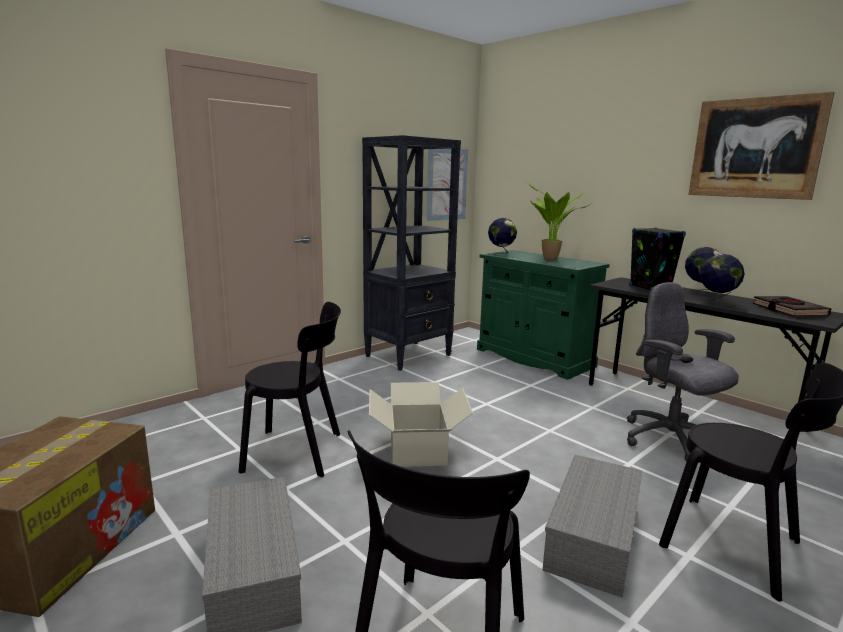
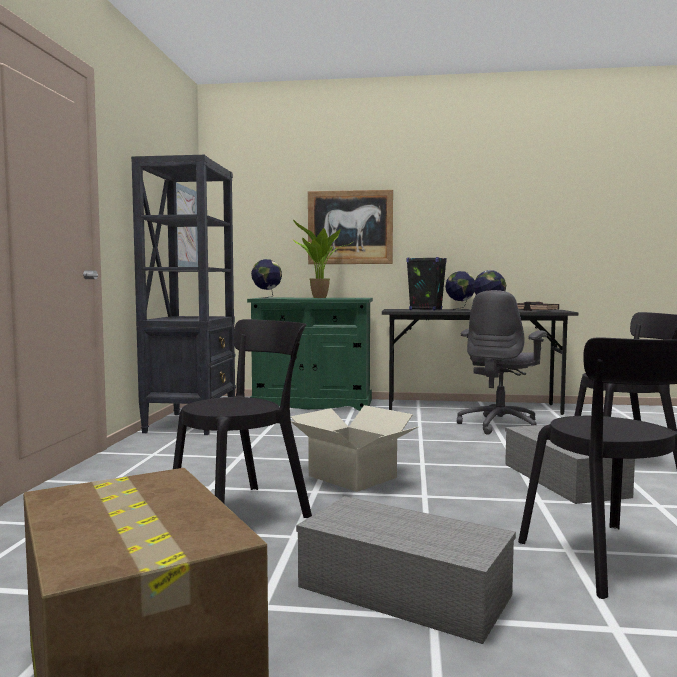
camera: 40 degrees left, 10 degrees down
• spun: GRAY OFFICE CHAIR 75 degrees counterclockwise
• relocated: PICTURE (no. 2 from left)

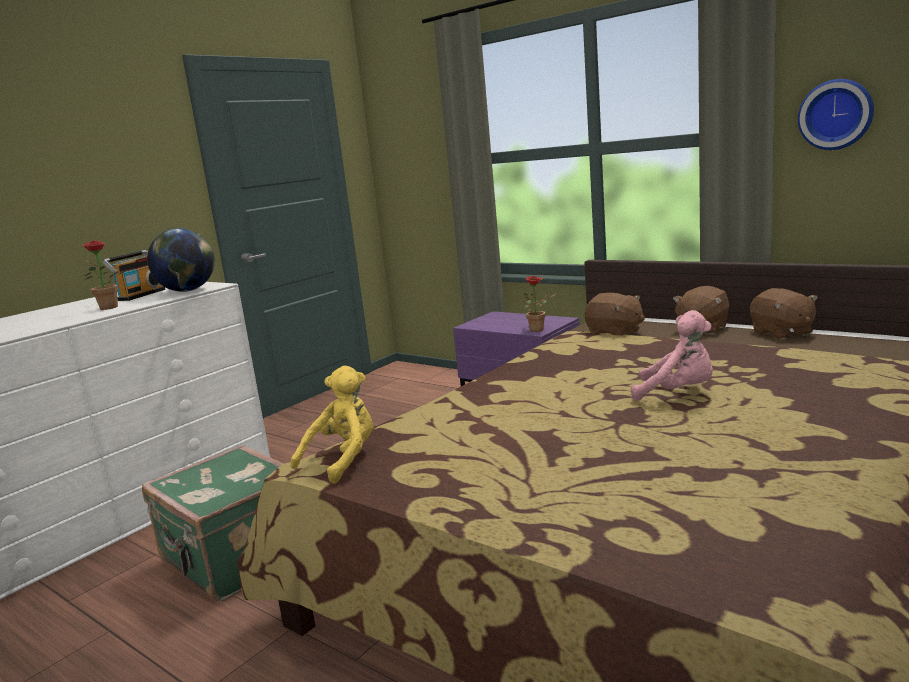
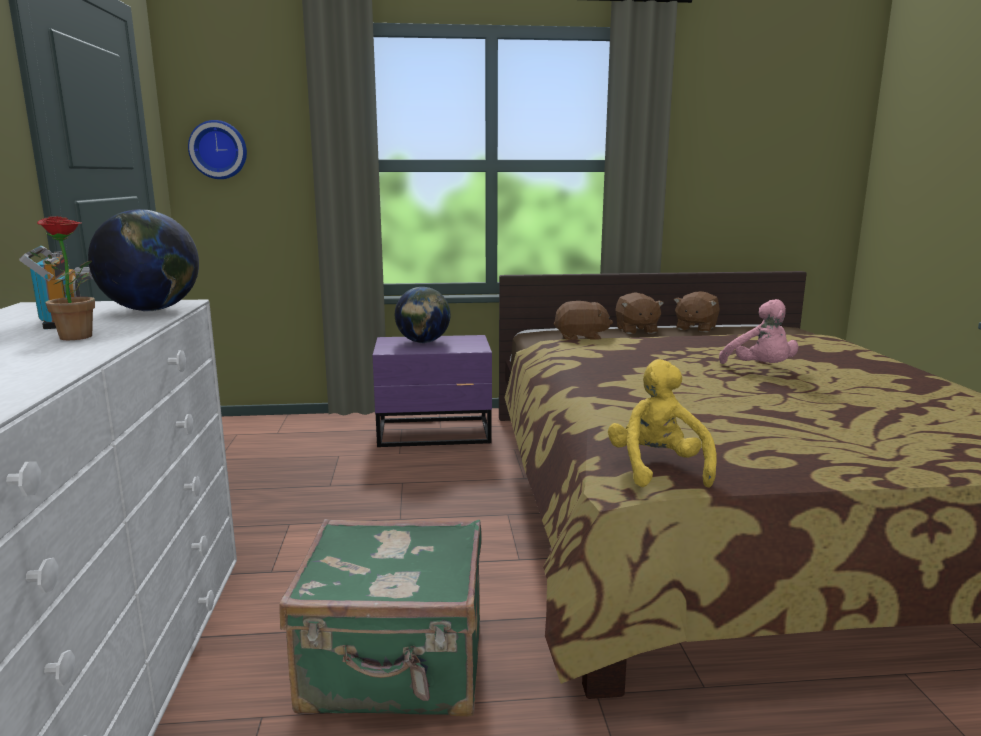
camera: 45 degrees left, 0 degrees up
• missing: HOUSEPLANT (no. 2 from left)
• spun: PINKISH CUDDLY TOY 90 degrees clockwise
• spun: BROWN-COLOURED CUDDLY TOY (no. 3 from left) 90 degrees clockwise
• relocated: HANGING CLOCK
• appeared: WORLD GLOBE (no. 2 from left)

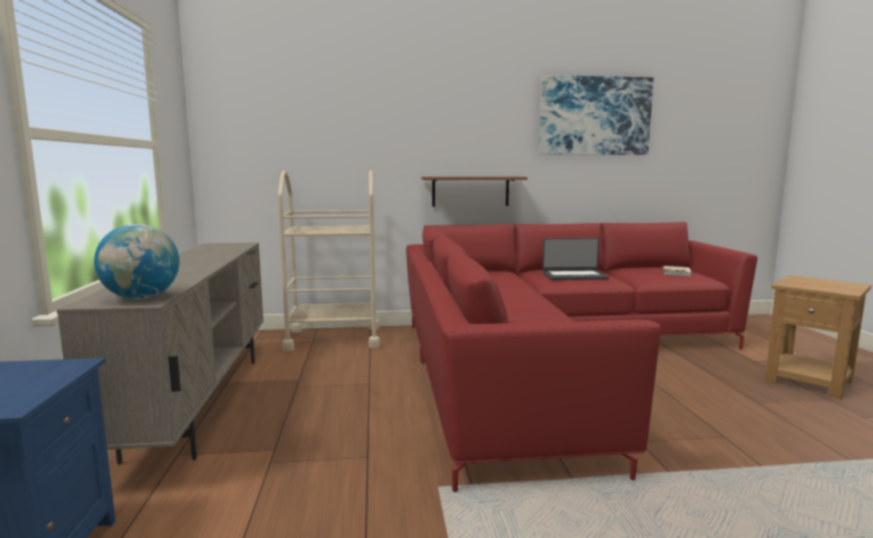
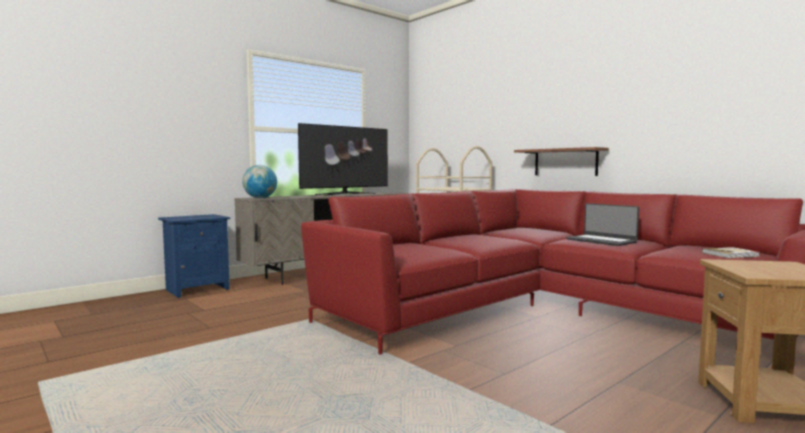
camera: 55 degrees right, 5 degrees down
• missing: PICTURE
• appeared: TELEVISION

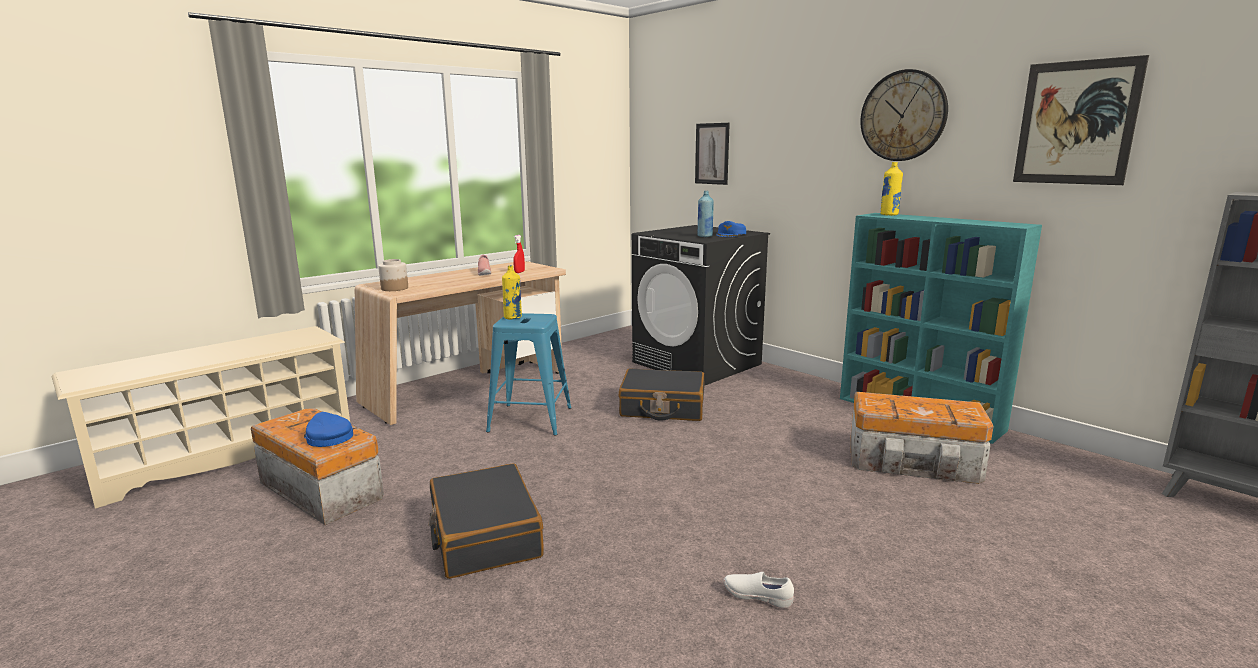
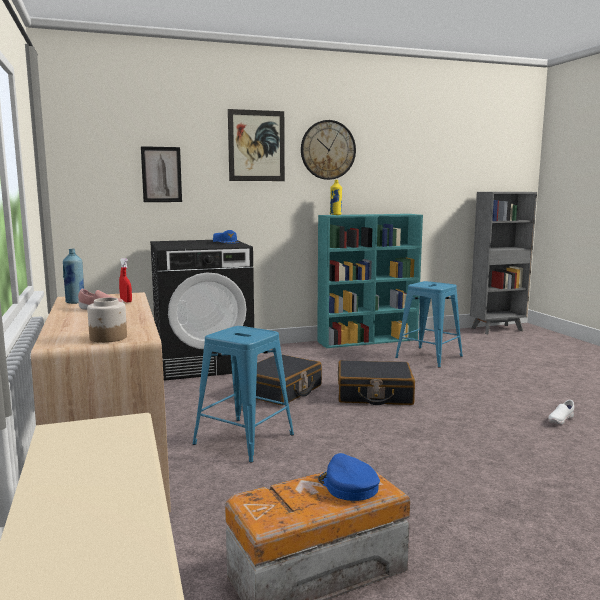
camera: 65 degrees left, 5 degrees down
• spun: BLUE CAP (no. 1 from left in the first image) 75 degrees clockwise
• relocated: BLACK-COLOURED TRAVEL CASE (no. 1 from left in the first image) to BLACK-COLOURED TRAVEL CASE (no. 2 from left)
• missing: YELLOW-COLOURED BEVERAGE BOTTLE (no. 1 from left)
• relocated: BLUE BEVERAGE BOTTLE
• exchanged: STORAGE BOX (no. 2 from left) to BLUE SITTING STOOL (no. 2 from left)
• relocated: PICTURE (no. 2 from left)

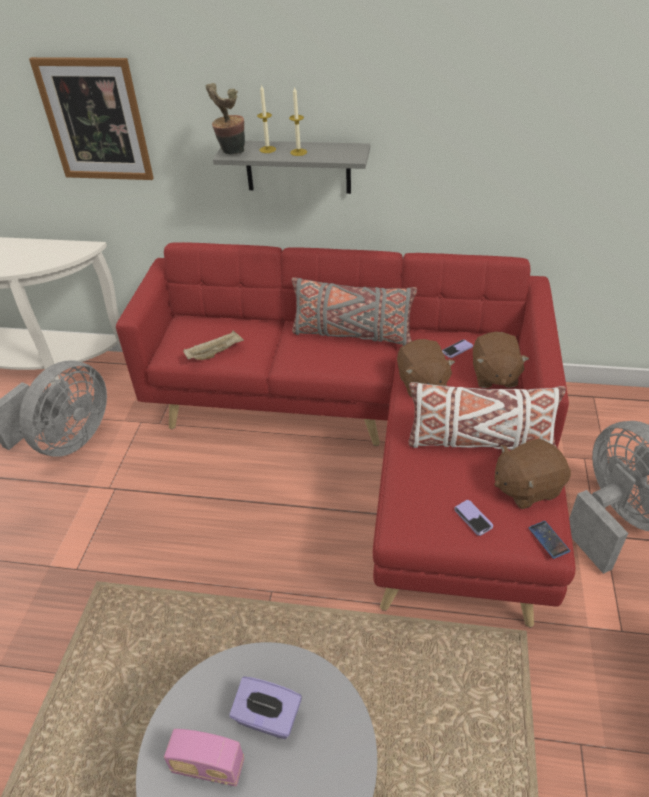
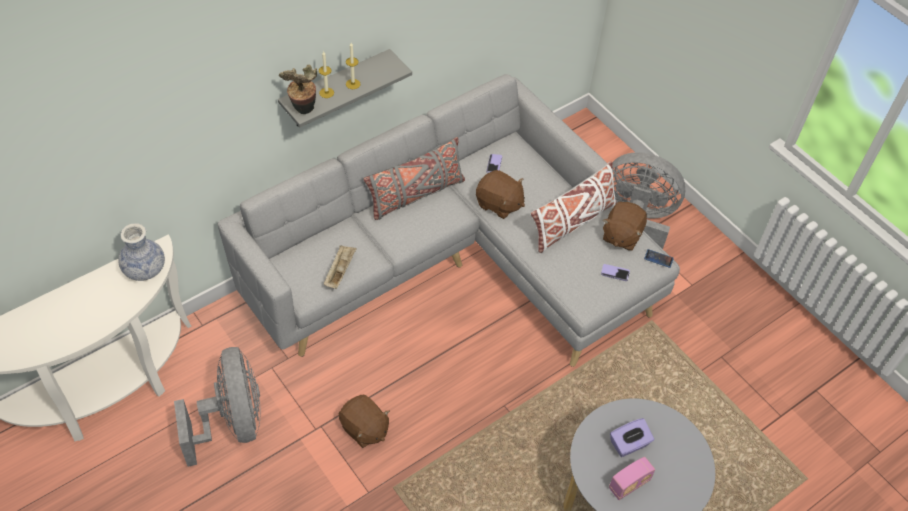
camera: 50 degrees left, 10 degrees up
• missing: PICTURE
• colour: REDDISH COUCH to GRAY COUCH
• relocated: BROWN-COLOURED CUDDLY TOY (no. 2 from left in the first image) to BROWN-COLOURED CUDDLY TOY (no. 1 from left)
• appeared: DECORATIVE VASE

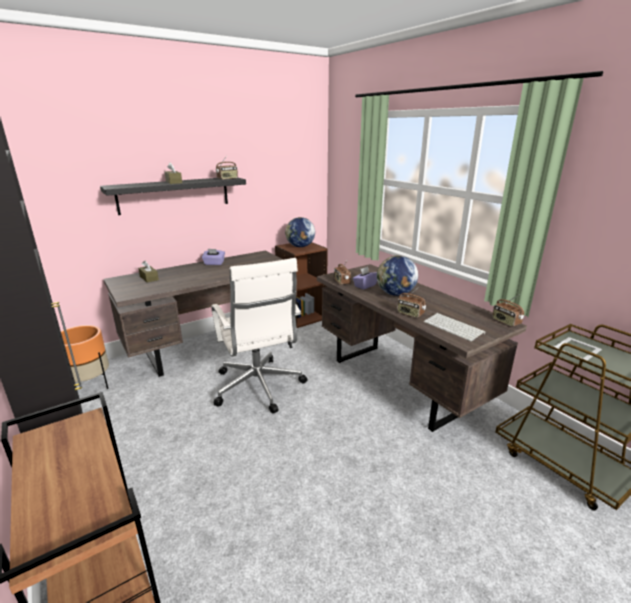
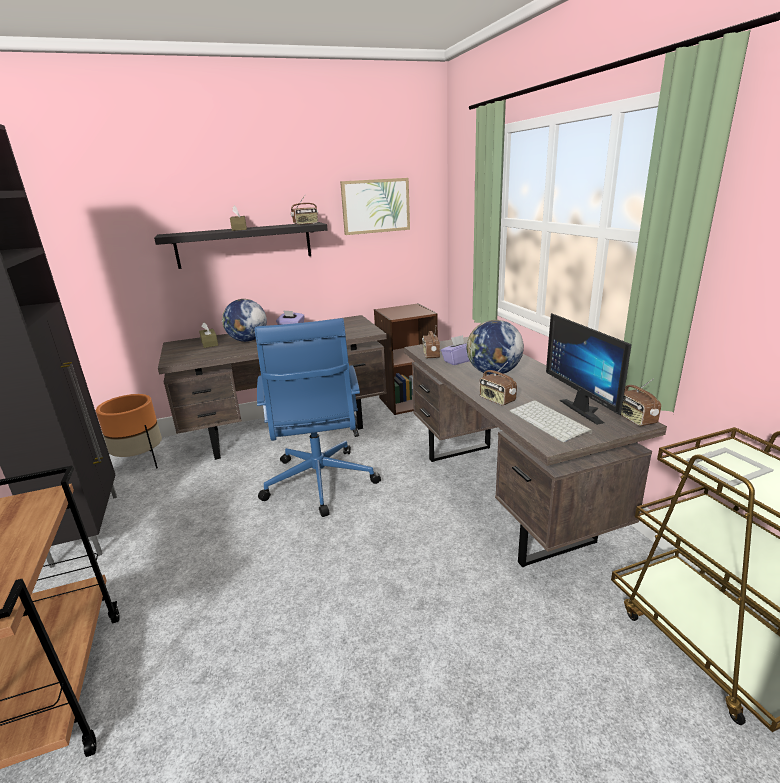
camera: 15 degrees right, 0 degrees up
• colour: WHITISH OFFICE CHAIR to BLUE OFFICE CHAIR
• relocated: WORLD GLOBE (no. 1 from left)
• appeared: PICTURE
• appeared: MONITOR

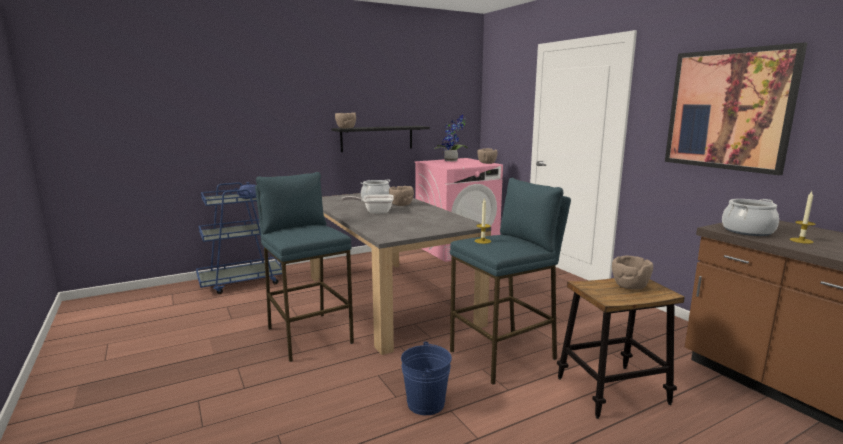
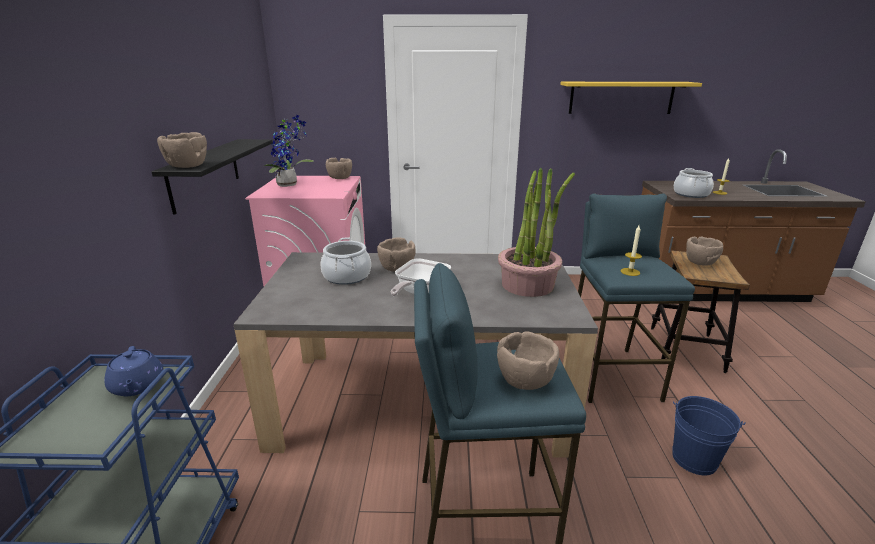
camera: 60 degrees left, 10 degrees up
• exchanged: PICTURE to YELLOW-COLOURED WALL SHELF
• appeared: BROWN-COLOURED BOWL (no. 4 from left)
• appeared: HOUSEPLANT (no. 2 from left)

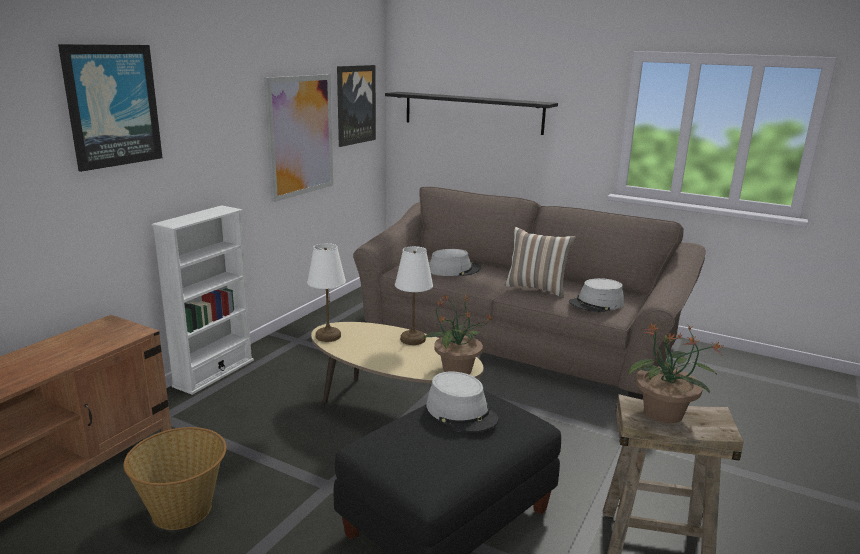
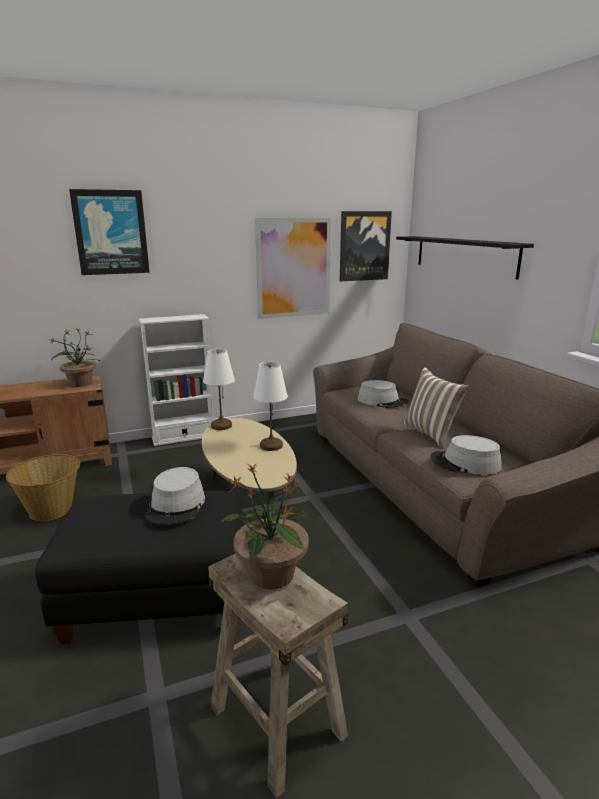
camera: 40 degrees right, 0 degrees up
• relocated: HOUSEPLANT (no. 1 from left)

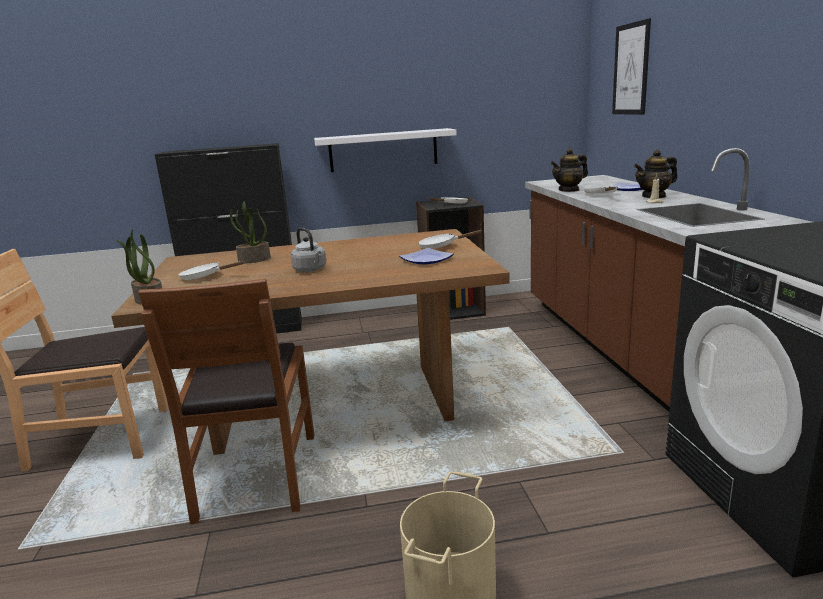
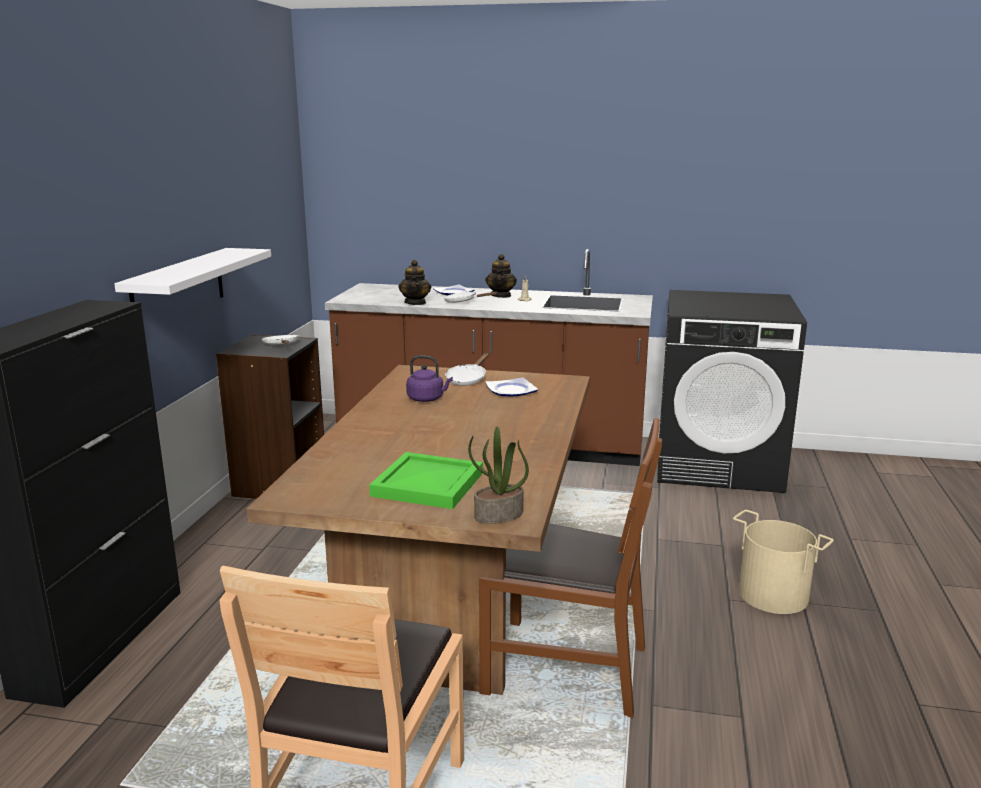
camera: 70 degrees left, 0 degrees up
• exchanged: WHITISH PAN (no. 1 from left) to GREEN CARRYING TRAY
• missing: HOUSEPLANT (no. 2 from left)
• missing: GRAY KETTLE
• missing: PICTURE
• appeared: PURPLE KETTLE

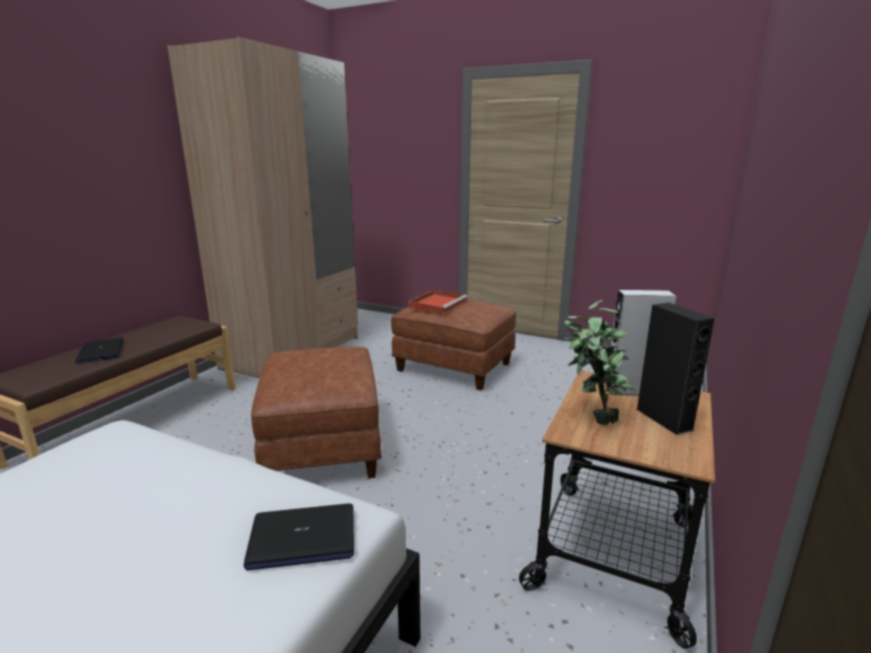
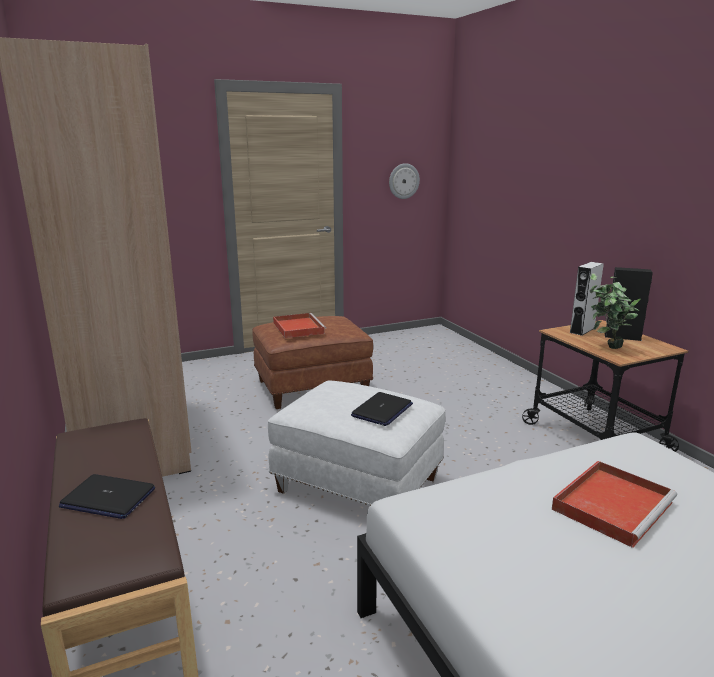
camera: 50 degrees left, 0 degrees up
• relocated: NOTEBOOK COMPUTER (no. 2 from left)
• colour: BROWN-COLOURED POUFFE (no. 1 from left) to WHITISH POUFFE
• appeared: HANGING CLOCK
• appeared: REDDISH CARRYING TRAY (no. 2 from left)

